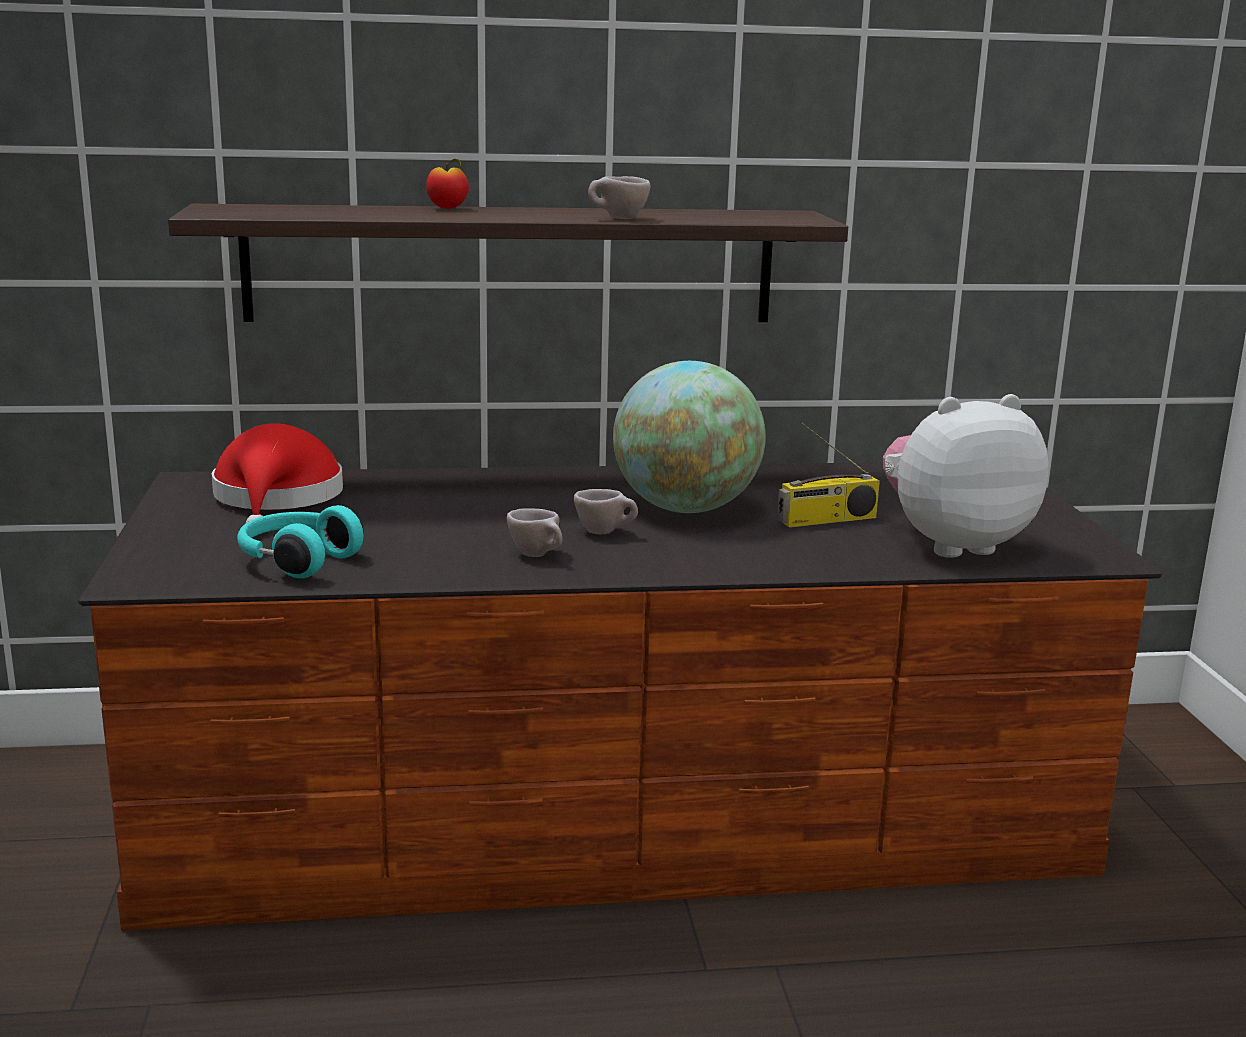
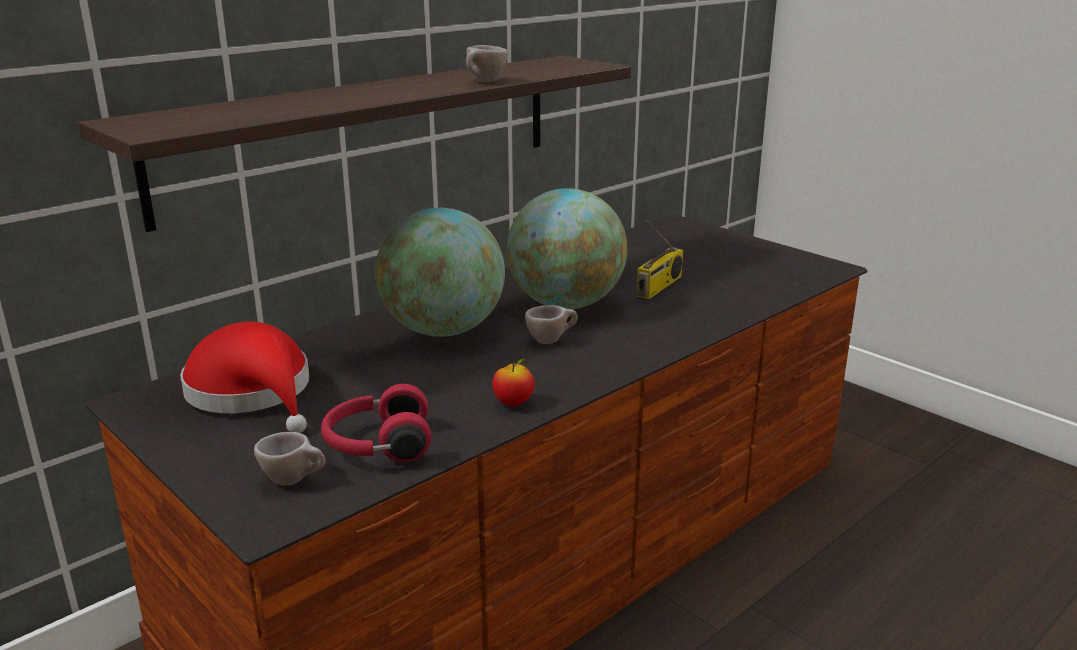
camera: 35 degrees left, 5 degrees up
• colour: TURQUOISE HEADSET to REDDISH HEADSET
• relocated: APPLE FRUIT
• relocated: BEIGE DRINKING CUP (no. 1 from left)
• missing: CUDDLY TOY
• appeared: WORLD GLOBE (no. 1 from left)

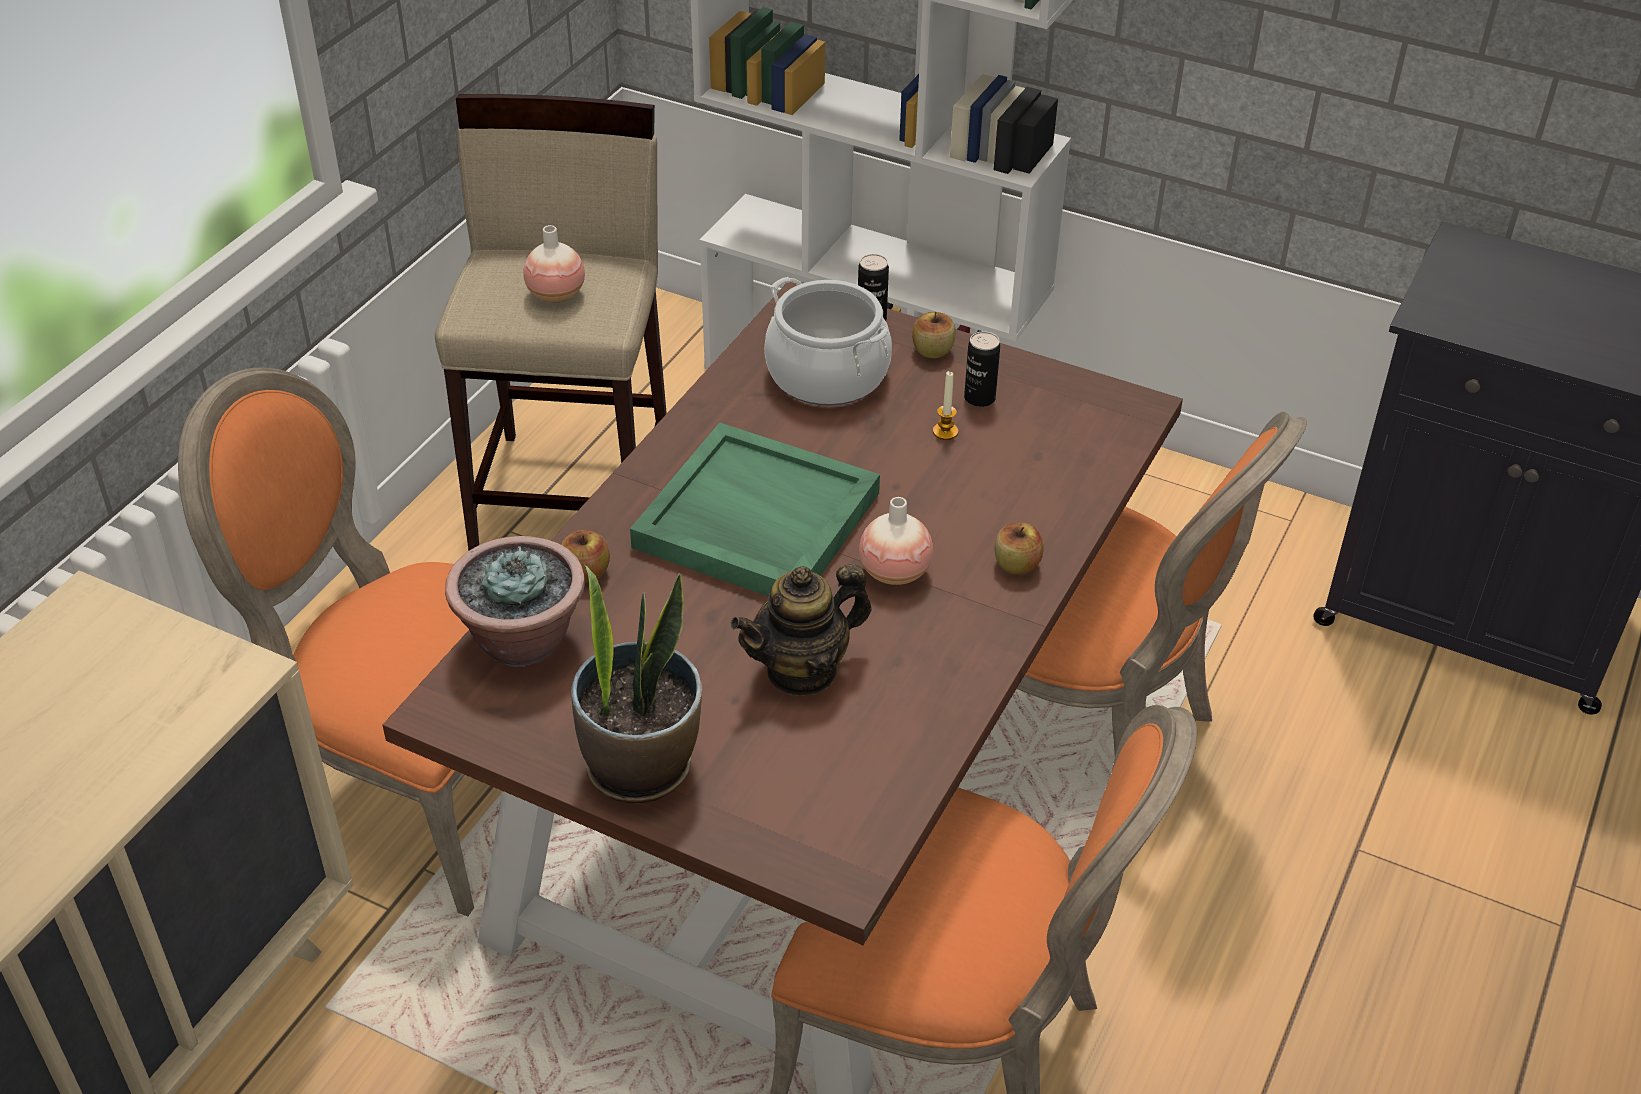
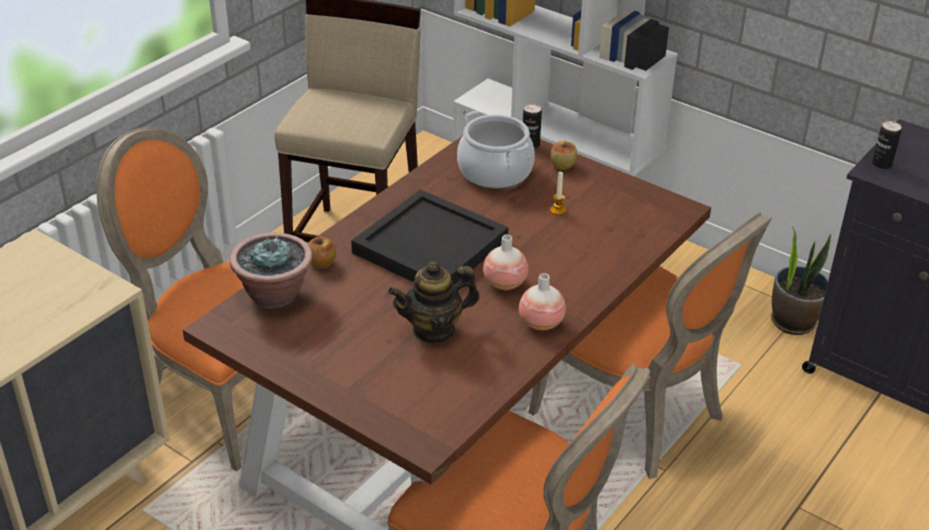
camera: 10 degrees right, 5 degrees down
• relocated: DECORATIVE VASE (no. 1 from left in the first image) to DECORATIVE VASE (no. 2 from left)
• relocated: HOUSEPLANT (no. 2 from left)
• colour: GREEN CARRYING TRAY to BLACK-COLOURED CARRYING TRAY
• relocated: CAN (no. 2 from left)
• missing: APPLE FRUIT (no. 3 from left)

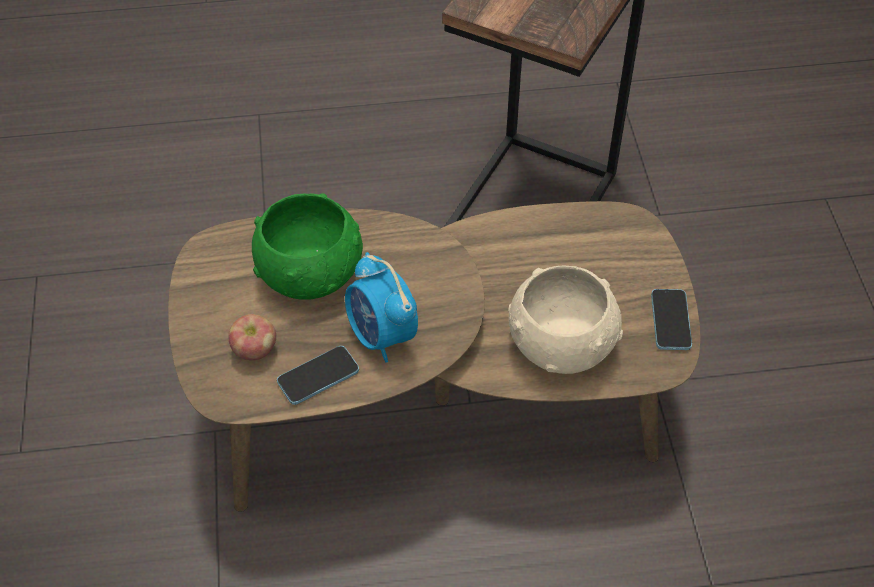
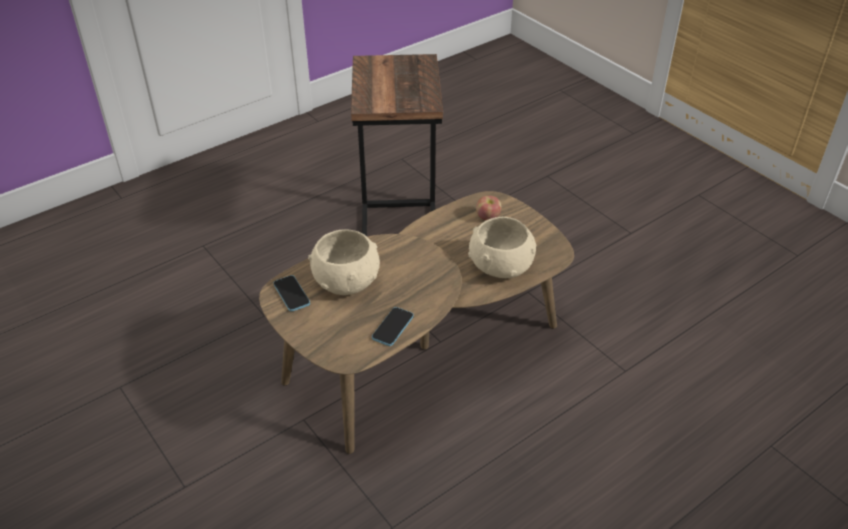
camera: 30 degrees left, 10 degrees down
• relocated: APPLE FRUIT
• colour: GREEN BOWL to BEIGE BOWL (no. 1 from left)
• missing: BEDSIDE CLOCK
• relocated: PHONE (no. 2 from left in the first image) to PHONE (no. 1 from left)

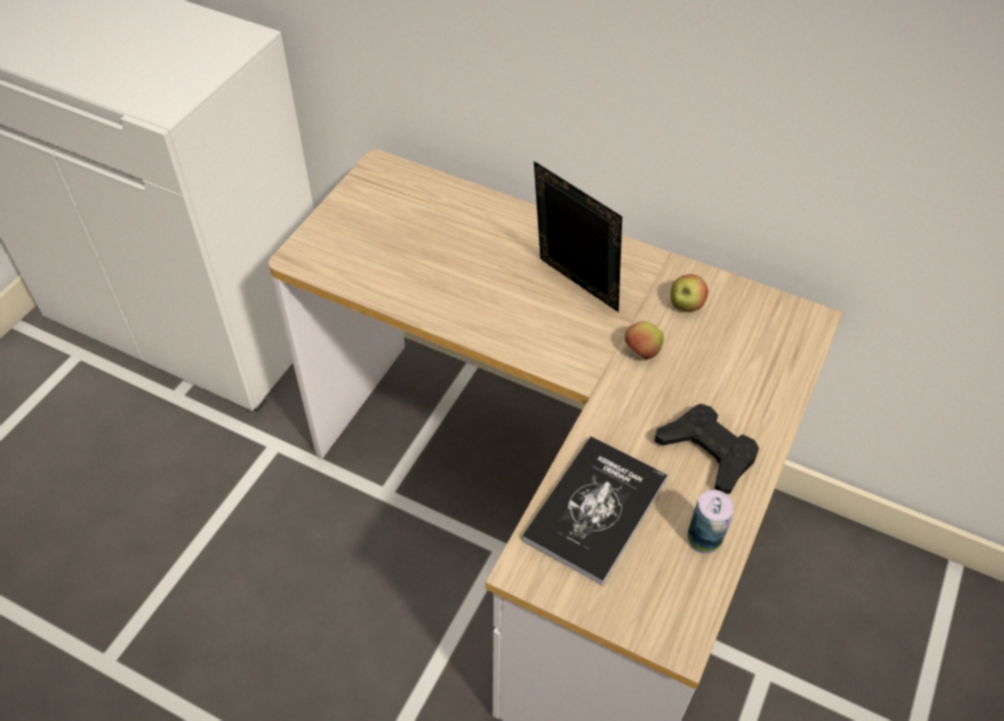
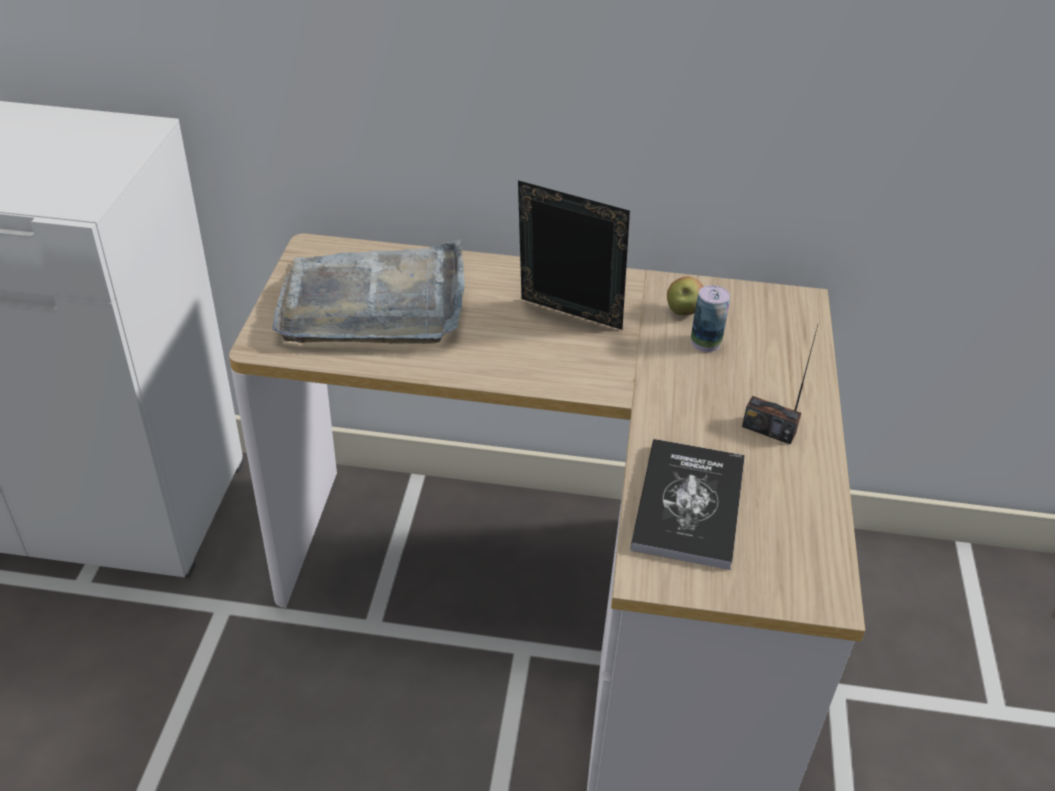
camera: 20 degrees left, 10 degrees down
• missing: APPLE FRUIT (no. 1 from left)
• exchanged: BLACK-COLOURED JOYPAD to RADIO RECEIVER
• relocated: CAN
• appeared: GRAY CARRYING TRAY

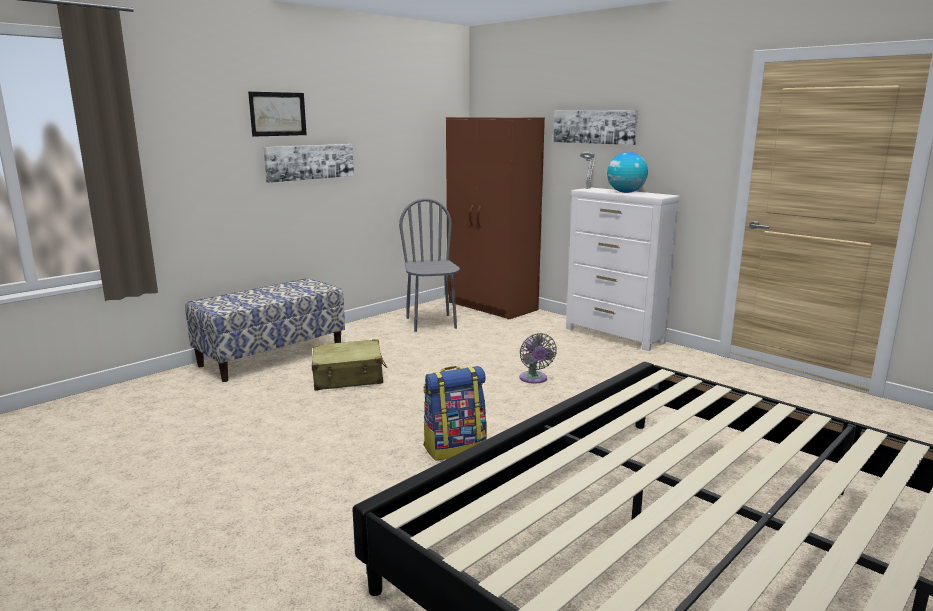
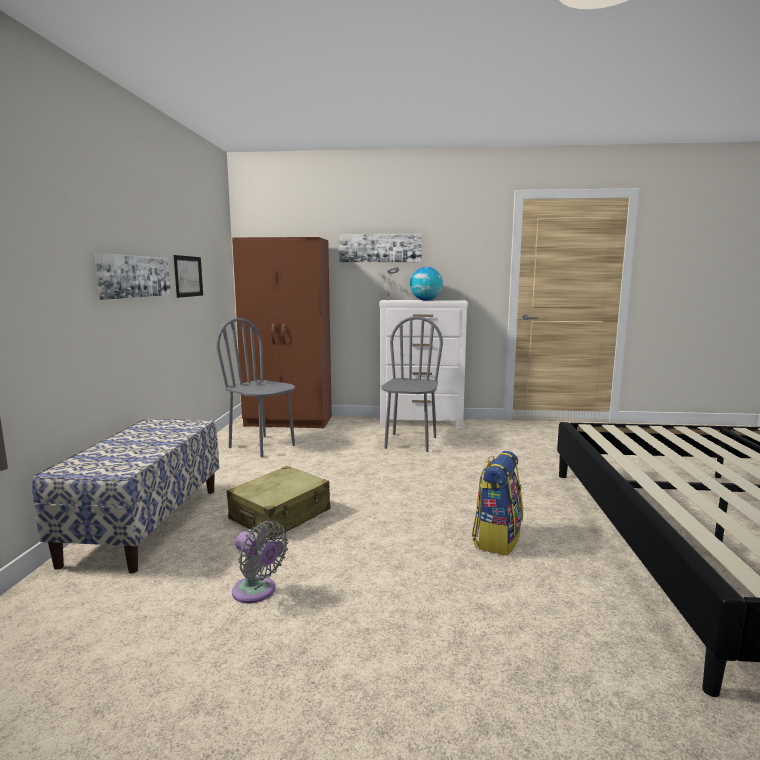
camera: 40 degrees left, 5 degrees down
• relocated: PICTURE (no. 1 from left in the first image) to PICTURE (no. 2 from left)
• relocated: GRAY ELECTRIC FAN
• appeared: GRAY UPRIGHT CHAIR (no. 2 from left)

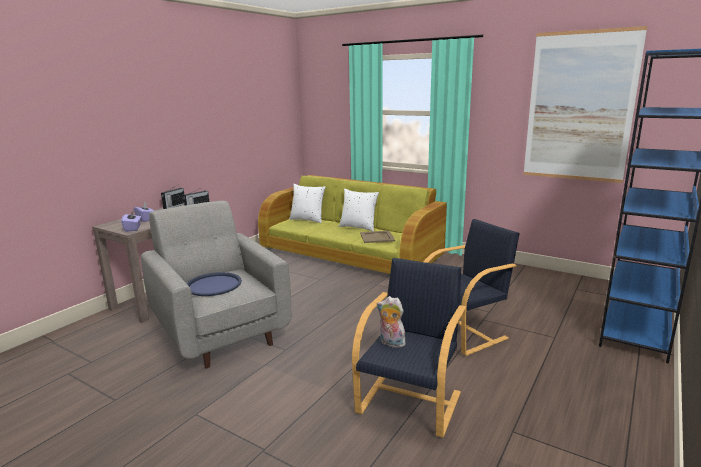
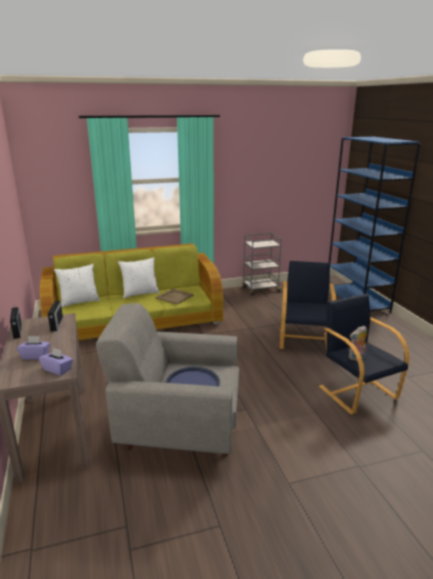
camera: 50 degrees left, 5 degrees up
• missing: PICTURE
• appeared: GRAY WHEELED CART

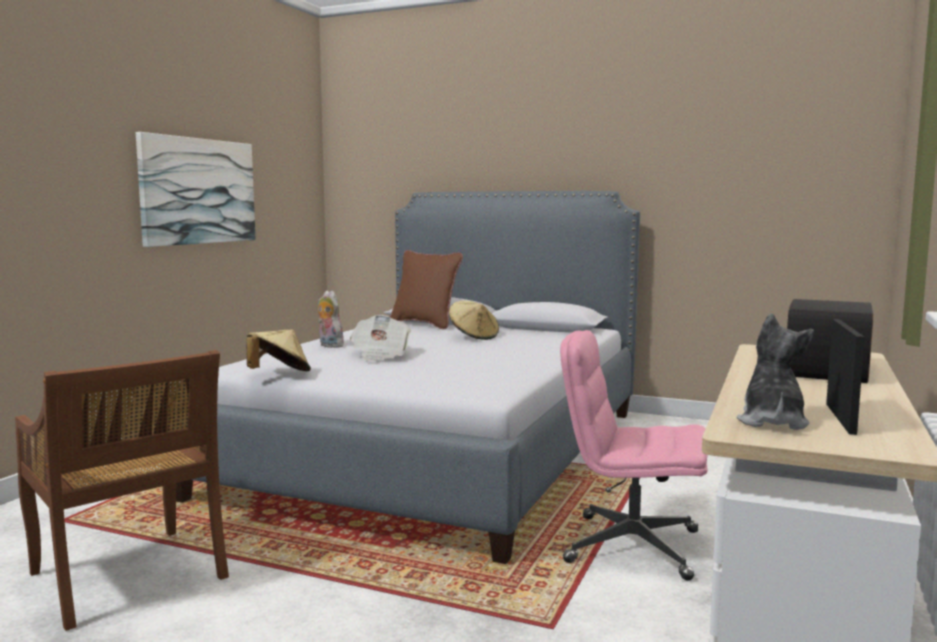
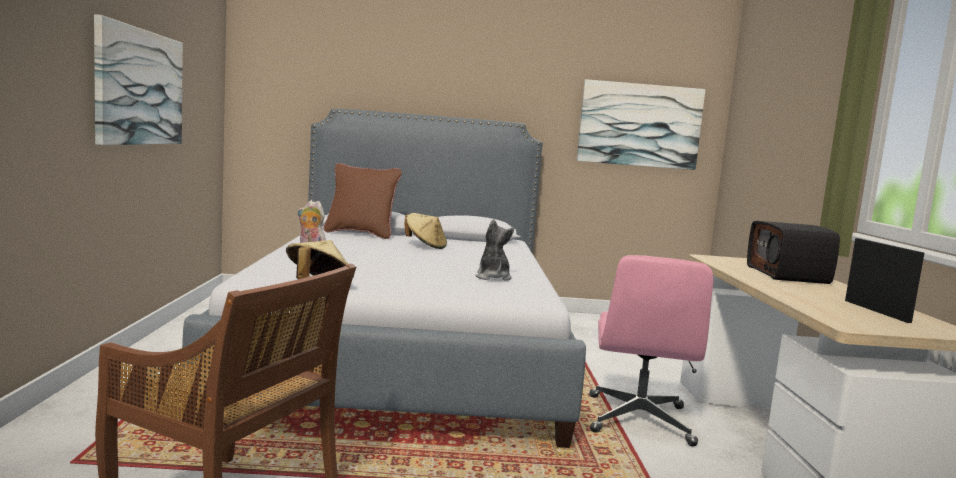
camera: 25 degrees left, 0 degrees up
• missing: NEWSPAPER
• spun: PINKISH OFFICE CHAIR 75 degrees counterclockwise
• relocated: CUDDLY TOY (no. 2 from left)
• appeared: PICTURE (no. 2 from left)

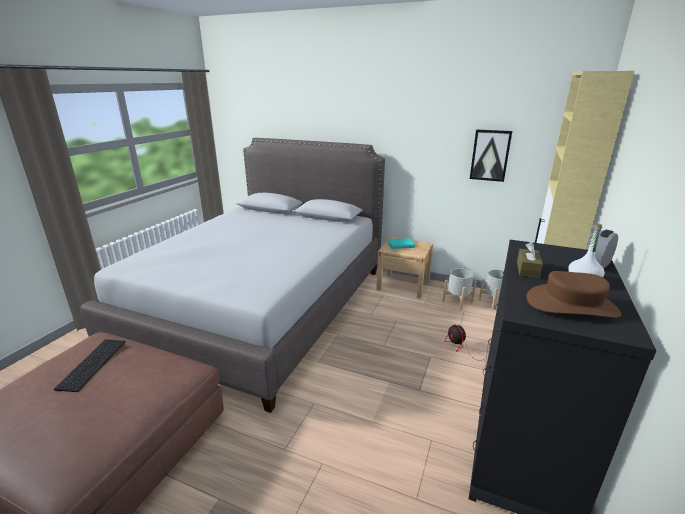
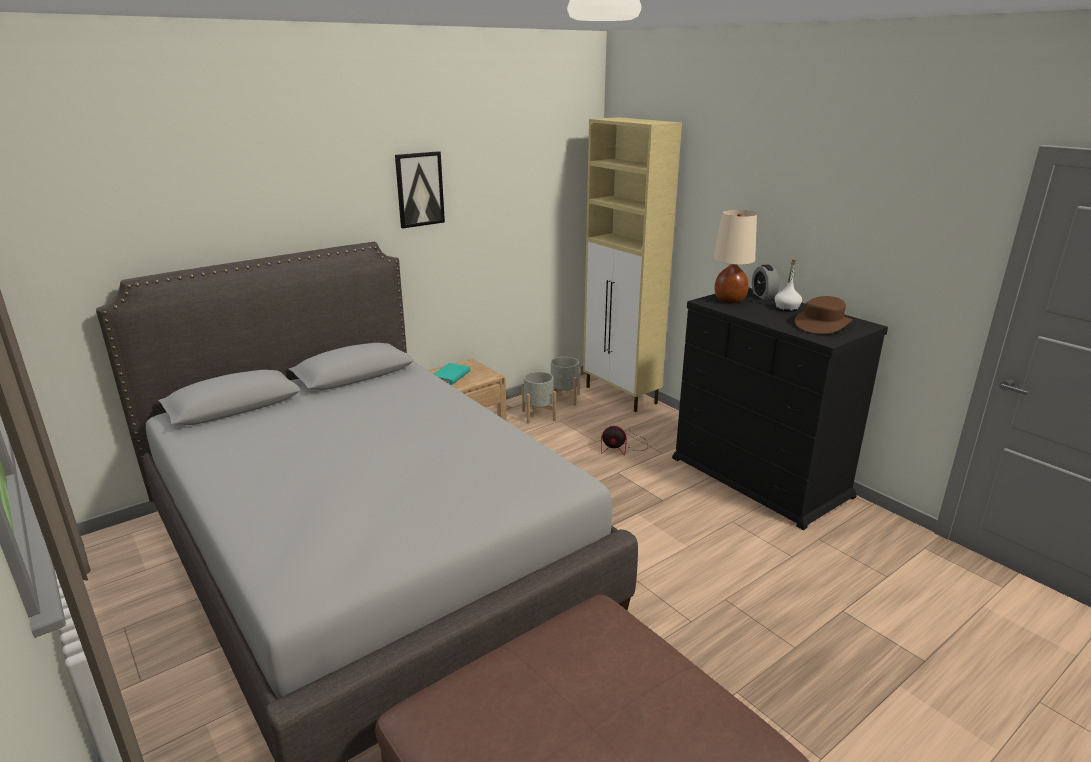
camera: 60 degrees left, 0 degrees up
• missing: PC KEYBOARD
• relocated: PICTURE
• missing: BROWN-COLOURED TISSUE BOX
• appeared: BEIGE TABLETOP LAMP

